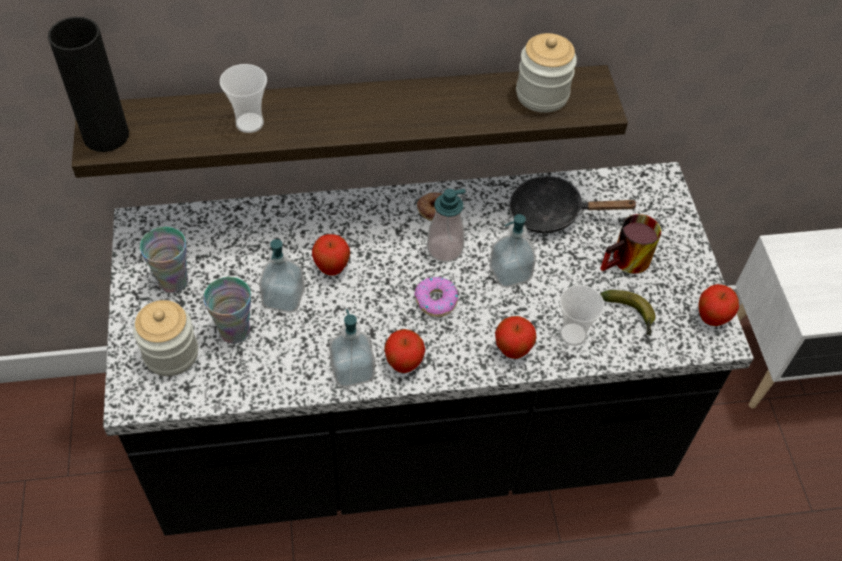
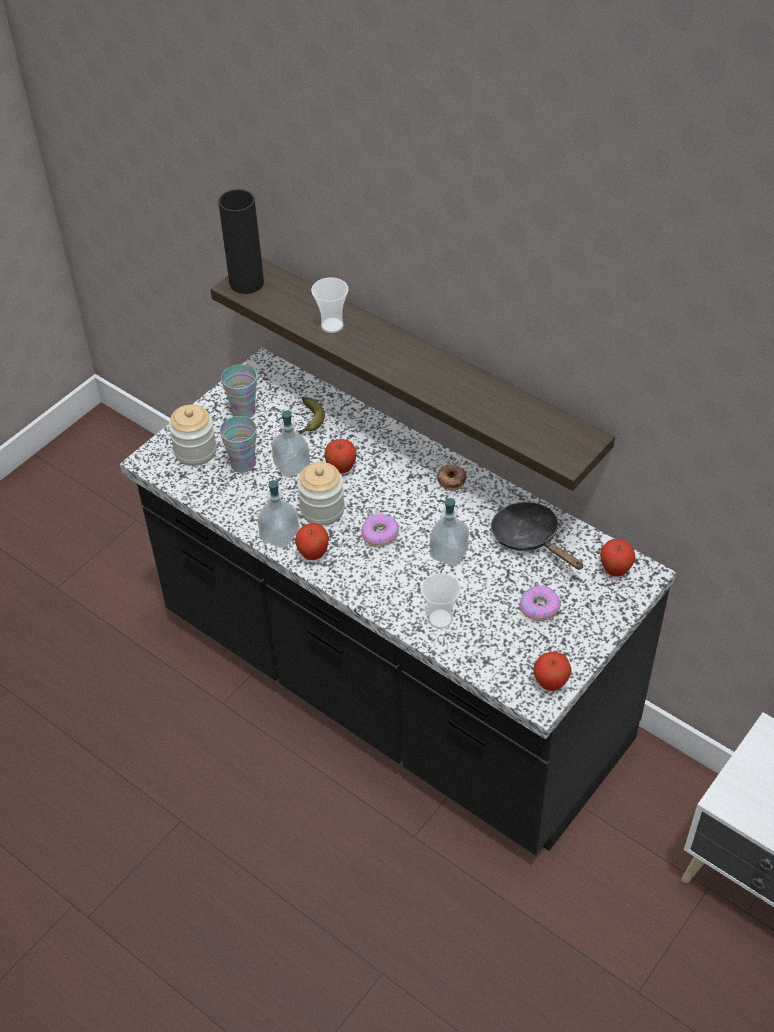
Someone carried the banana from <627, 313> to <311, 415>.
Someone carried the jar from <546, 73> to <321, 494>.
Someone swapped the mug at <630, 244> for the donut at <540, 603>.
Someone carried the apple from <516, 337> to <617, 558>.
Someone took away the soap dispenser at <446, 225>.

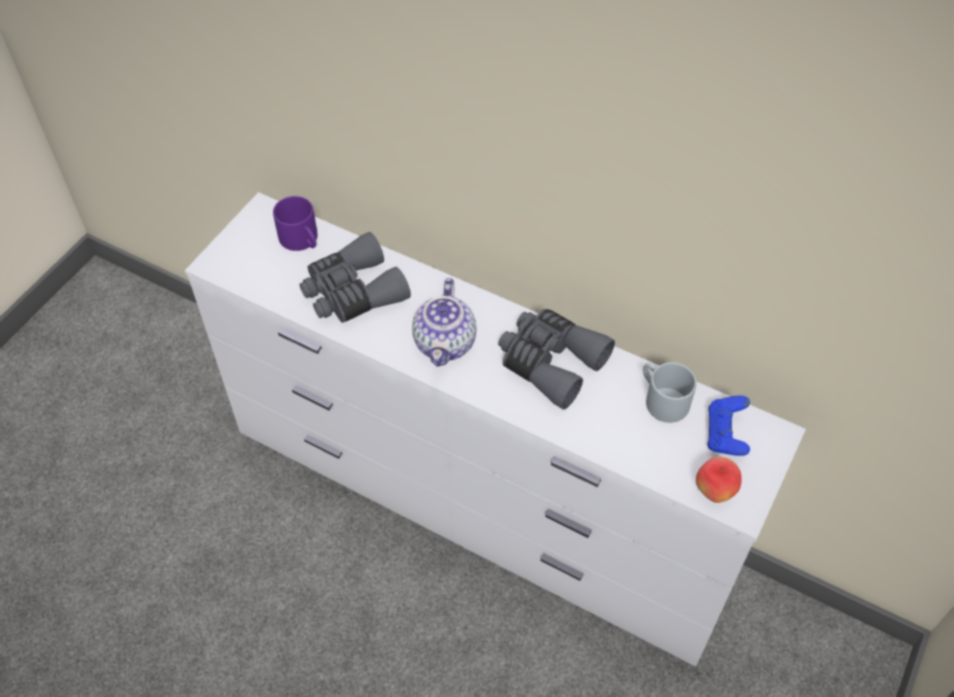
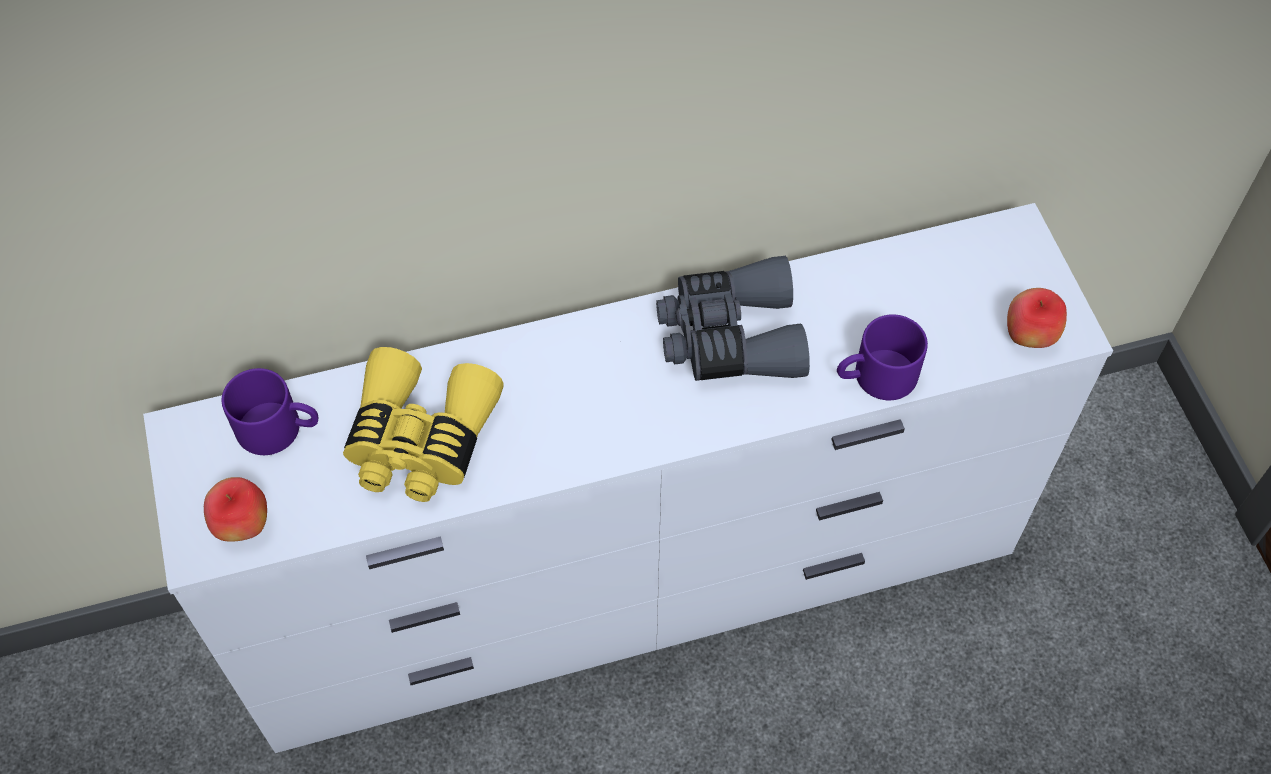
Someone put down the apple at <235, 509>.
Someone repainted the grey binoculars at <355, 277>, which became the yellow binoculars at <423, 424>.
Someone put down the purple mug at <882, 357>.
Someone took away the teapot at <444, 322>.
Someone took away the grey mug at <669, 392>.
Someone took away the blue game controller at <729, 426>.

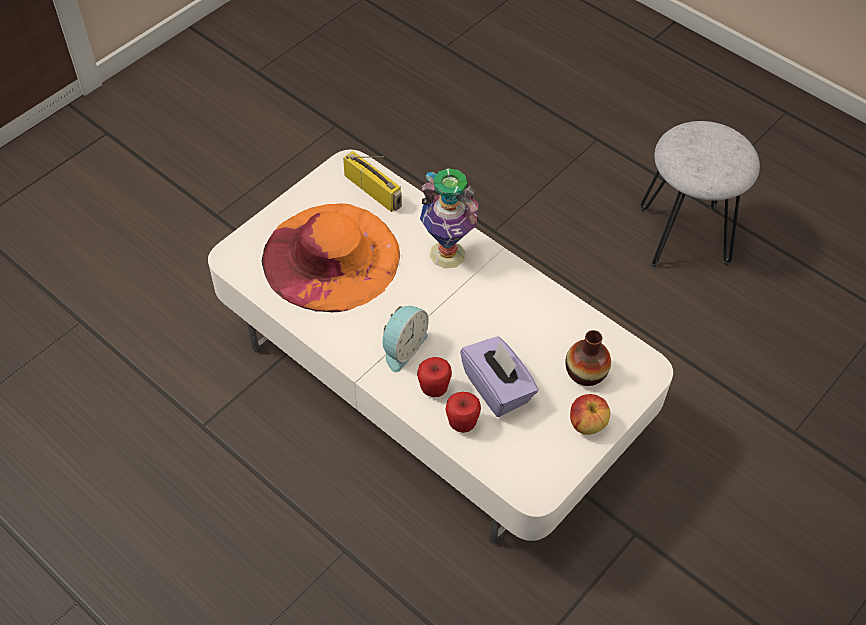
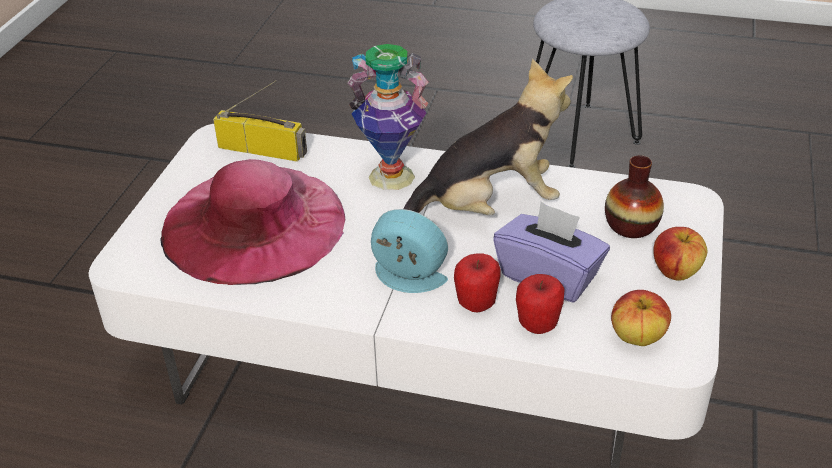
Someone repainted the orange hat at <331, 258>, which became the pink hat at <252, 222>.
Someone rotated the alarm clock at <405, 339> by 75 degrees counterclockwise.
Someone put down the plush toy at <488, 137>.
Someone put down the apple at <641, 318>.

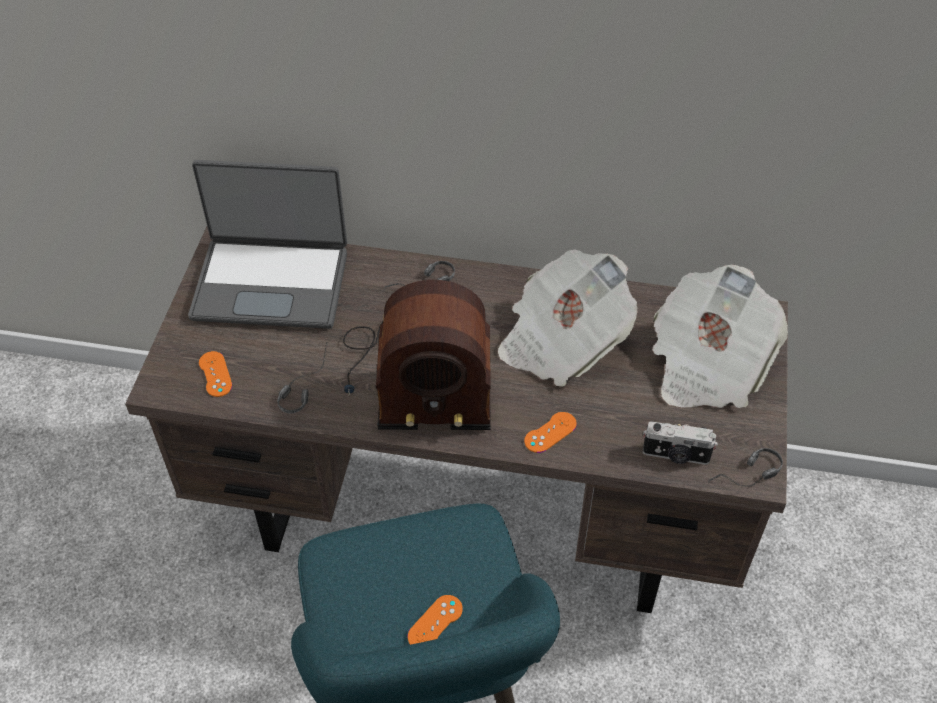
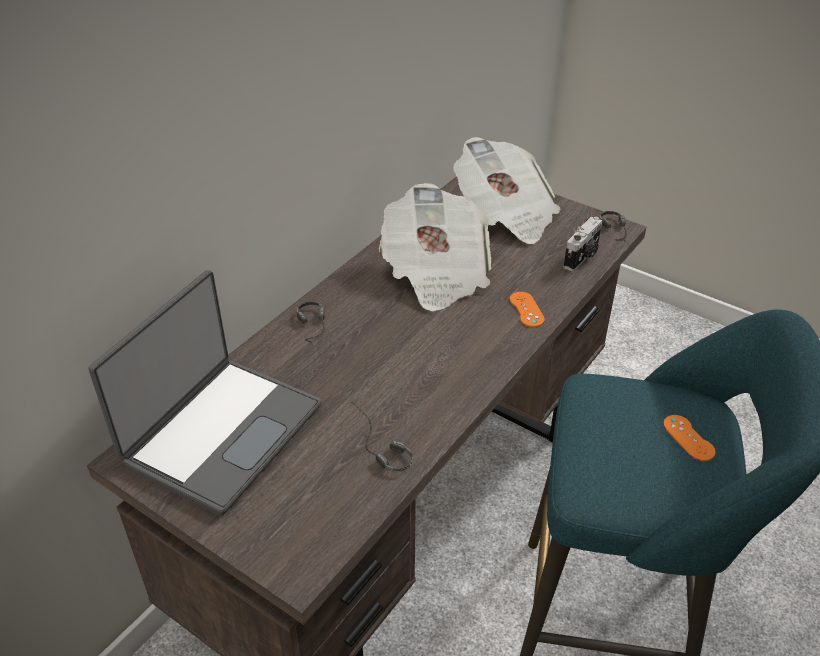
Someone took away the orange game controller at <215, 374>.
Someone took away the radio at <417, 355>.

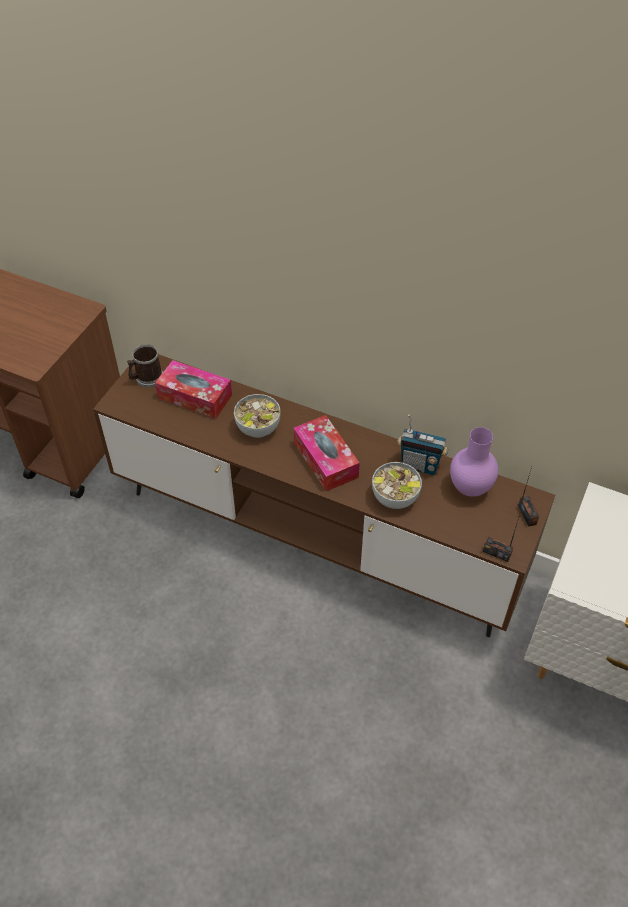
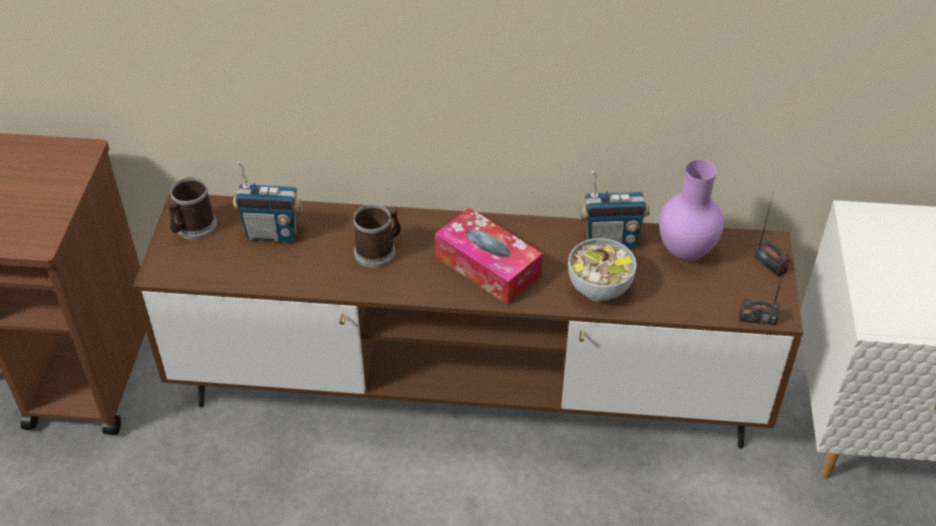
Someone swapped the tissue box at <193, 389> for the radio at <268, 202>.
Someone swapped the bowl at <257, 416> for the mug at <377, 236>.

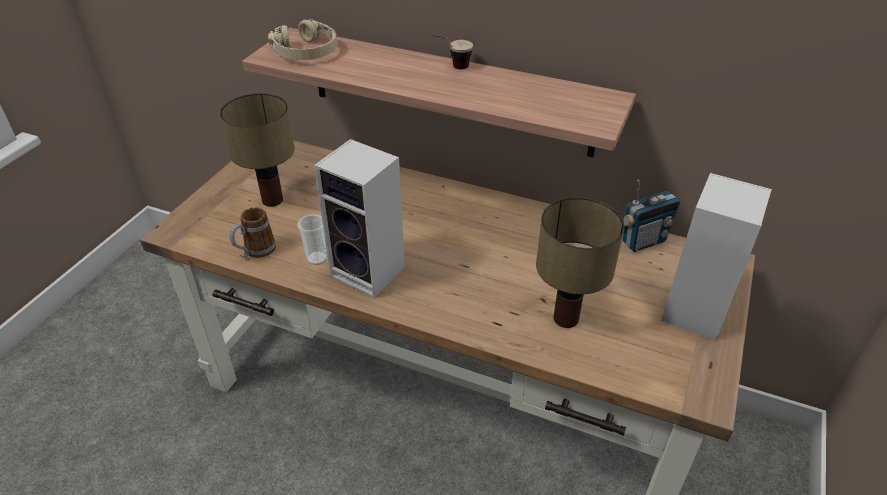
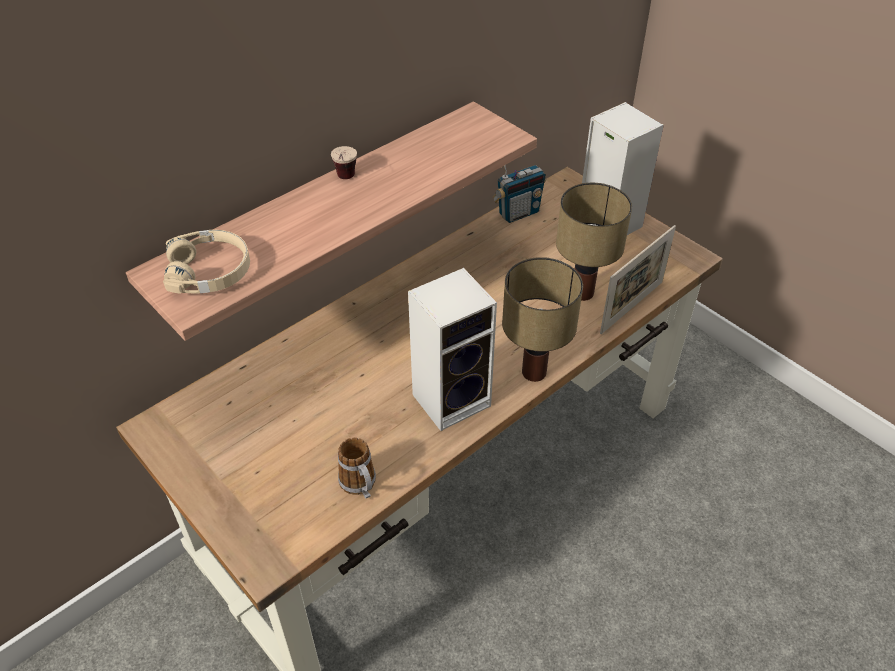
Someone rotated the radio at <651, 215> by 60 degrees clockwise.
Someone carried the table lamp from <257, 150> to <542, 319>.
Someone put down the picture frame at <638, 279>.
Someone took away the cup at <312, 239>.

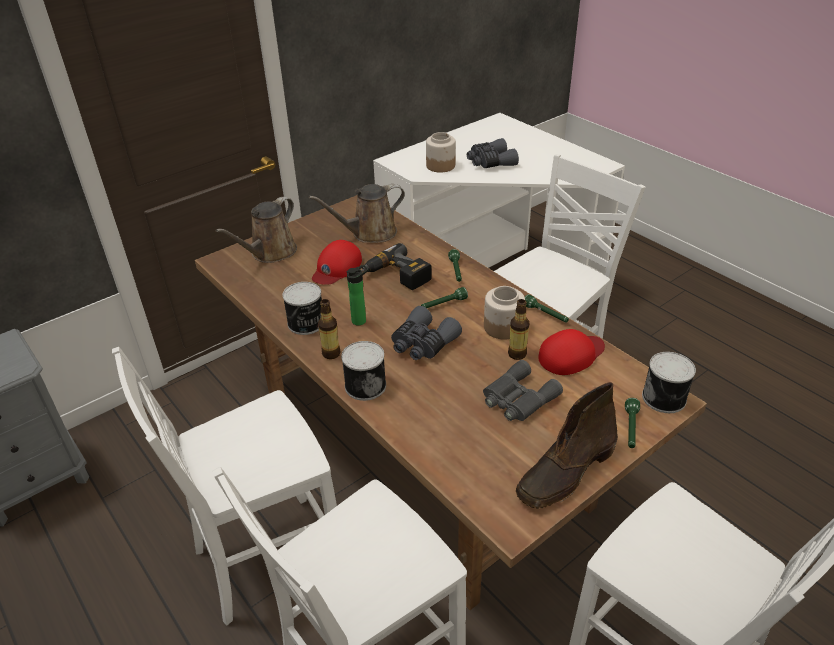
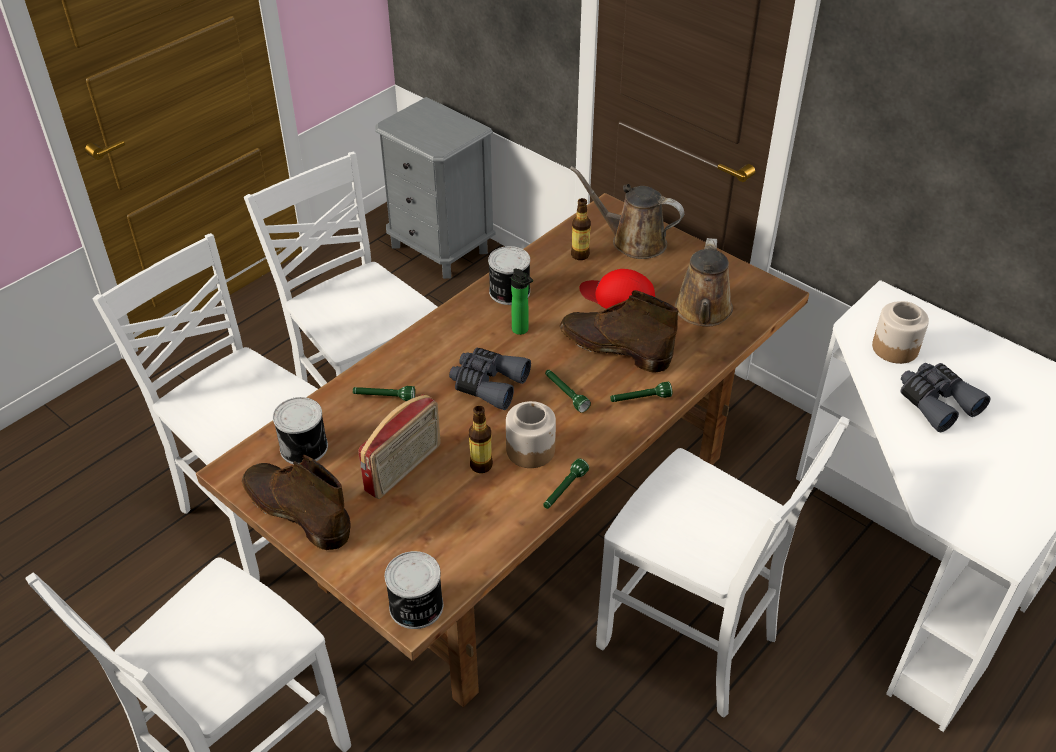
Someone carried the can from <363, 371> to <300, 430>.
Someone carried the green flashlight from <632, 423> to <384, 393>.
Someone swapped the grey binoculars at <523, 390> for the radio at <399, 446>.
Someone swapped the power drill at <396, 266> for the brown boot at <619, 331>.
Someone carried the bottle from <329, 329> to <581, 229>.
Someone rotated the brown watering can at <357, 213> by 135 degrees counterclockwise.
Someone took away the red cap at <571, 352>.

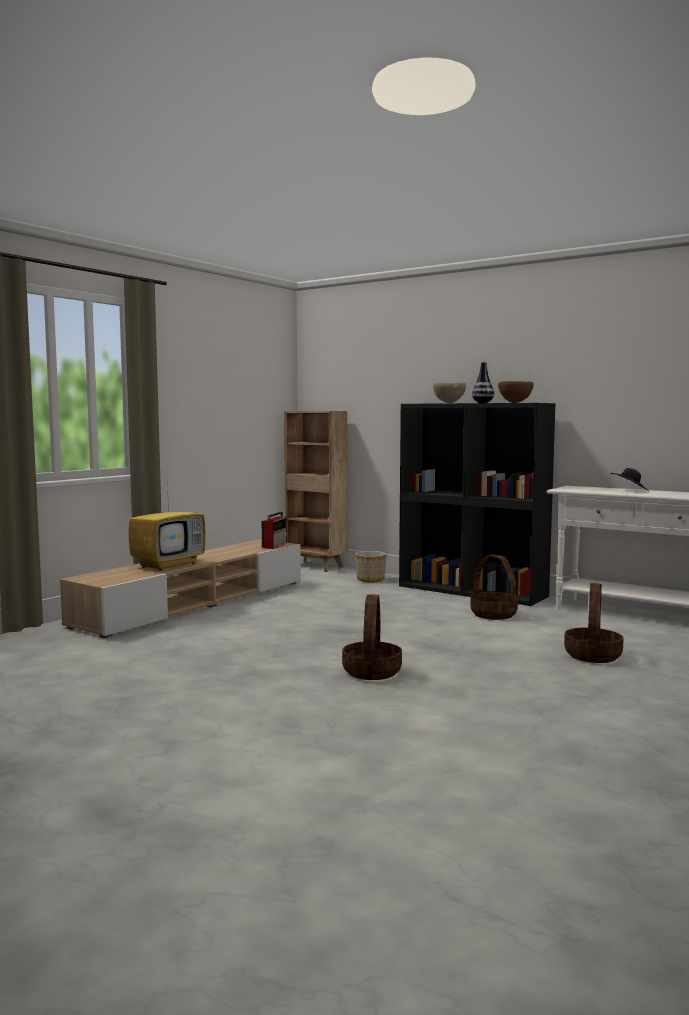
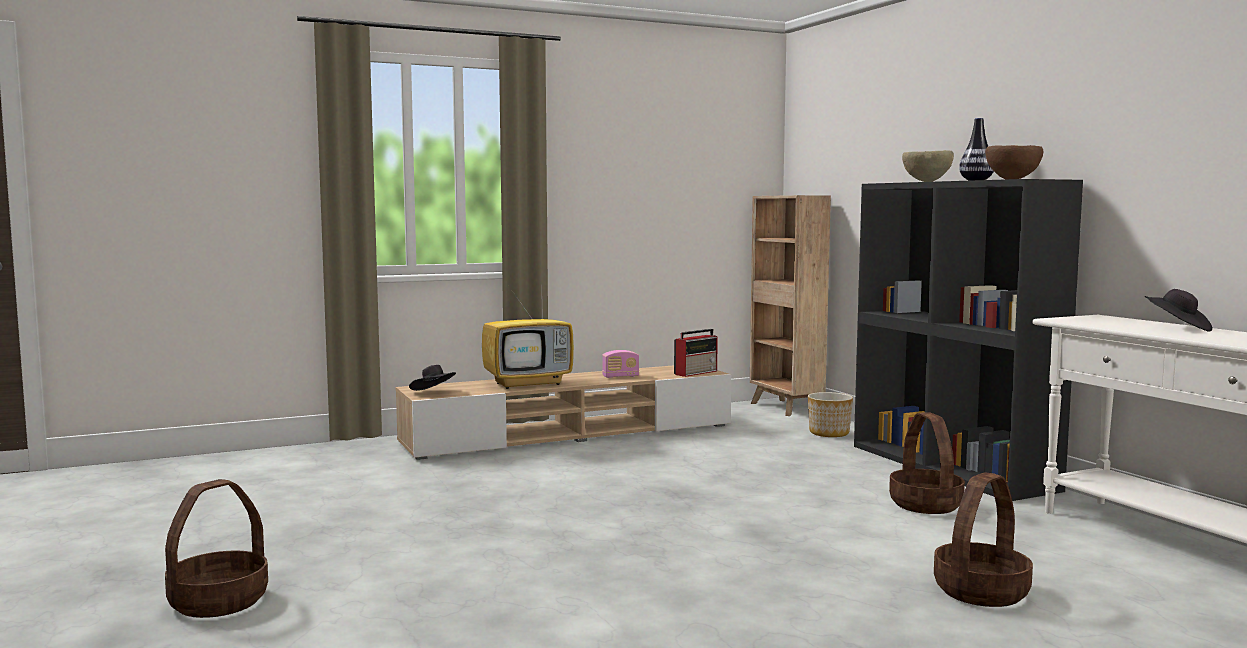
Someone carried the basket from <372, 637> to <216, 548>.
Someone put down the black hat at <432, 378>.
Someone put down the radio at <620, 364>.

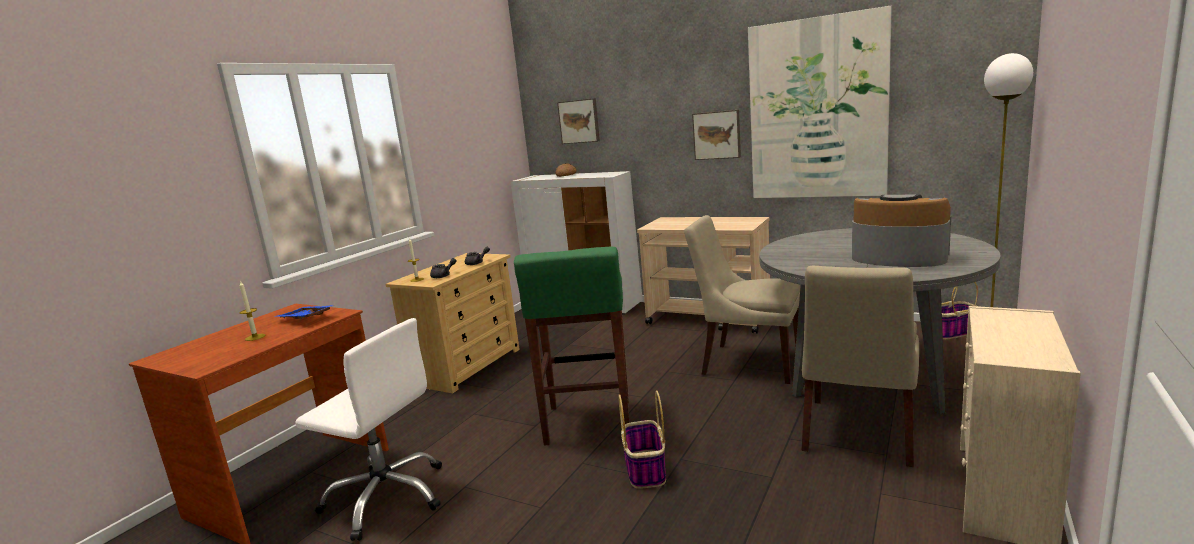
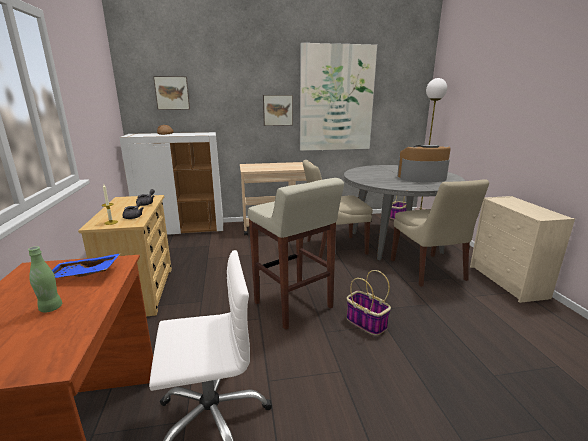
Someone swapped the candle at <252, 310> for the green bottle at <45, 279>.
Someone repainted the green stool at <571, 346>, which became the beige stool at <296, 254>.

